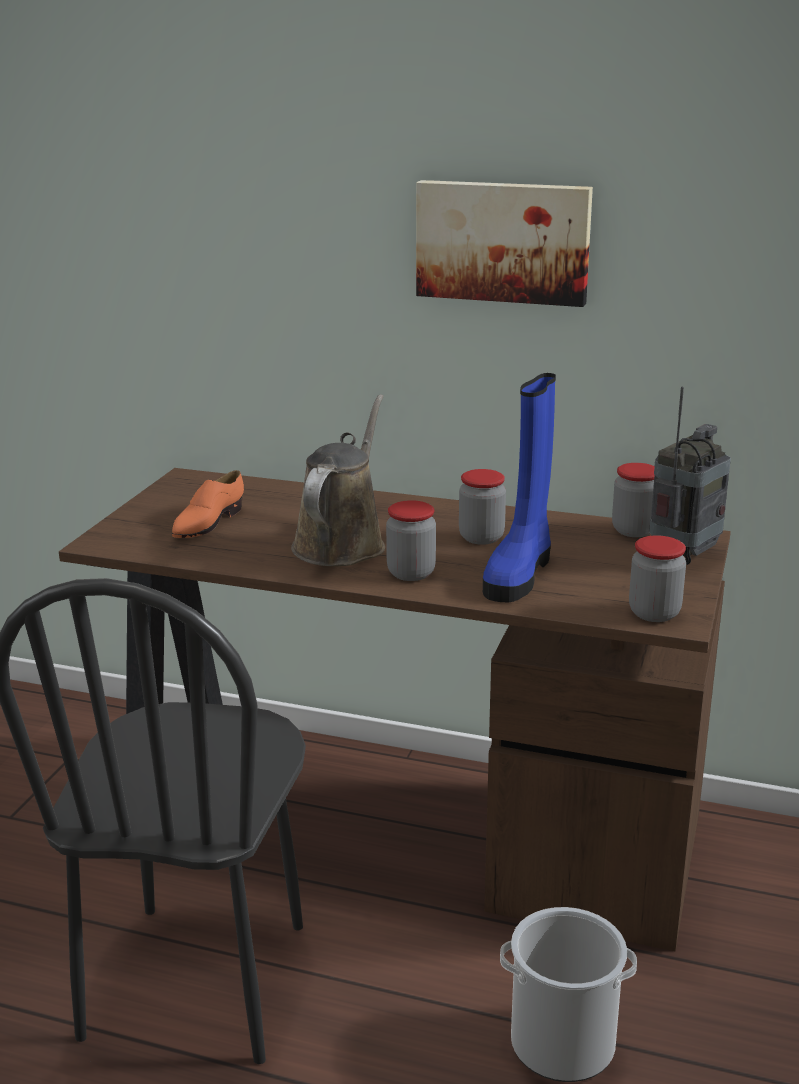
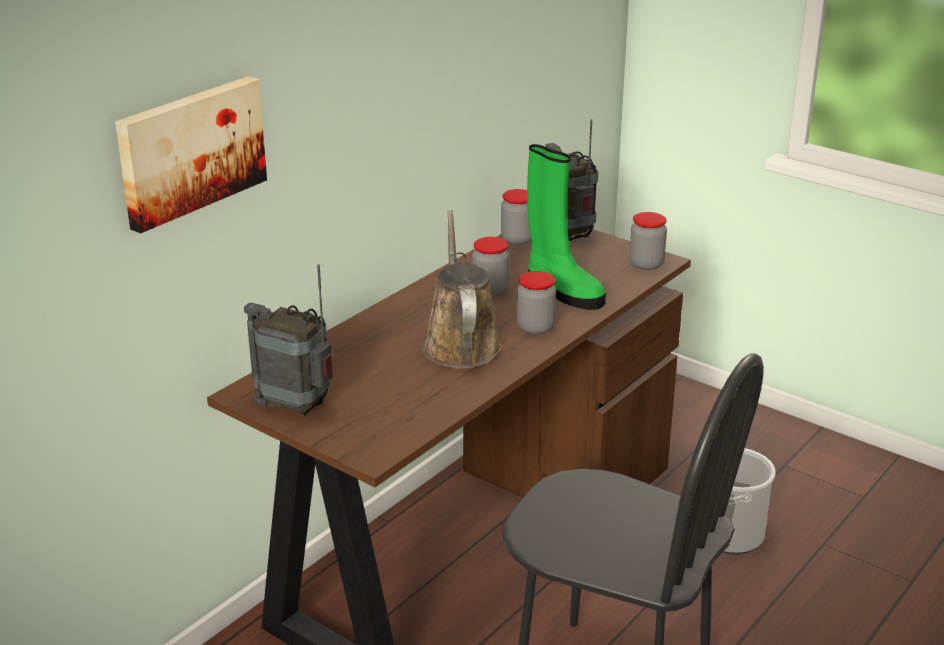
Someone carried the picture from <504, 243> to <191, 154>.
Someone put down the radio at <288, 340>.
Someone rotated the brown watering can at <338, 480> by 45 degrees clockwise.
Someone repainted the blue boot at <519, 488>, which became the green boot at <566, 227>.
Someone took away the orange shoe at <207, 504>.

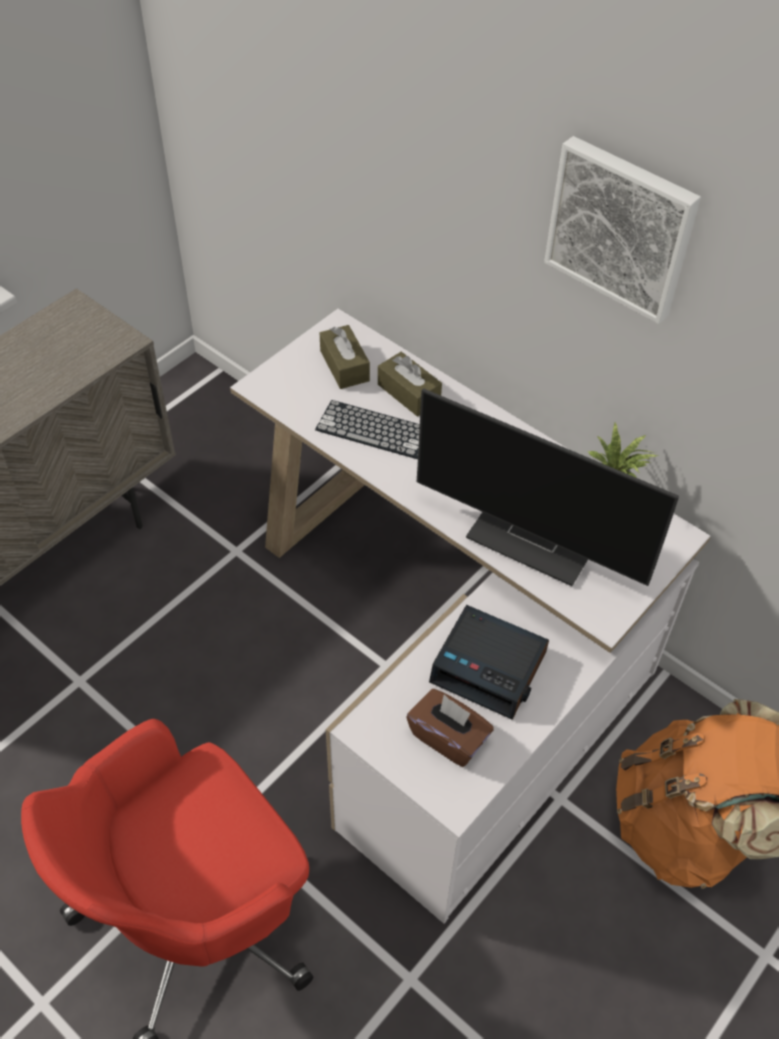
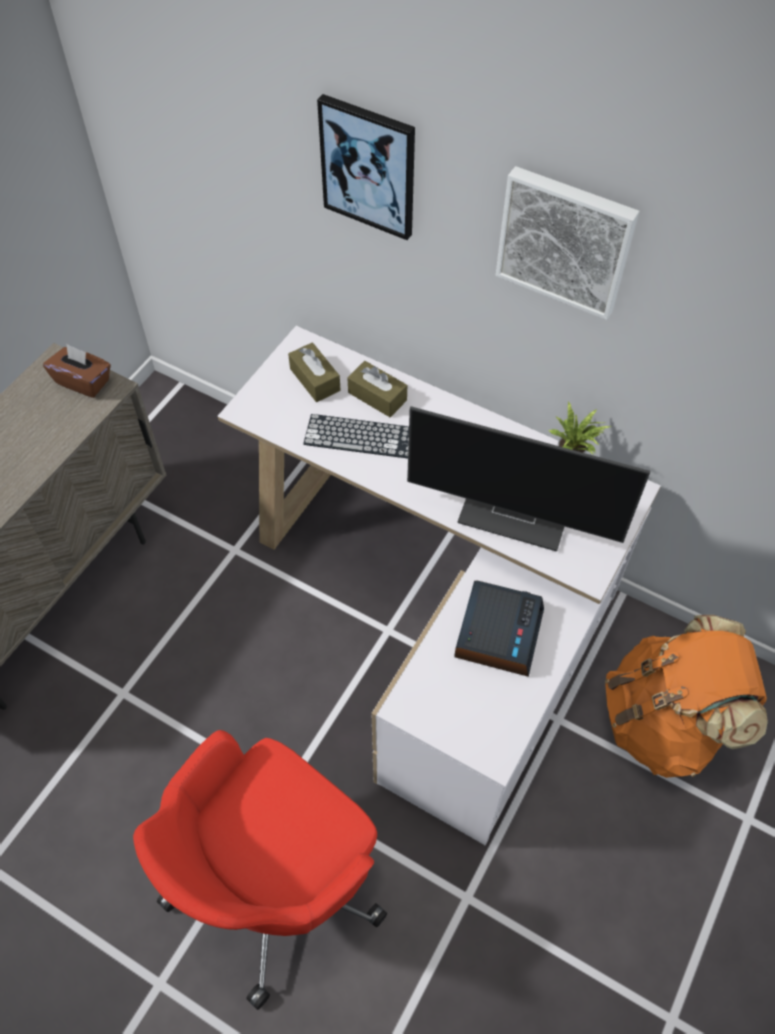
Someone carried the brown tissue box from <450, 728> to <77, 370>.
Someone put up the picture at <366, 167>.
Someone rotated the alarm clock at <489, 662> by 90 degrees counterclockwise.

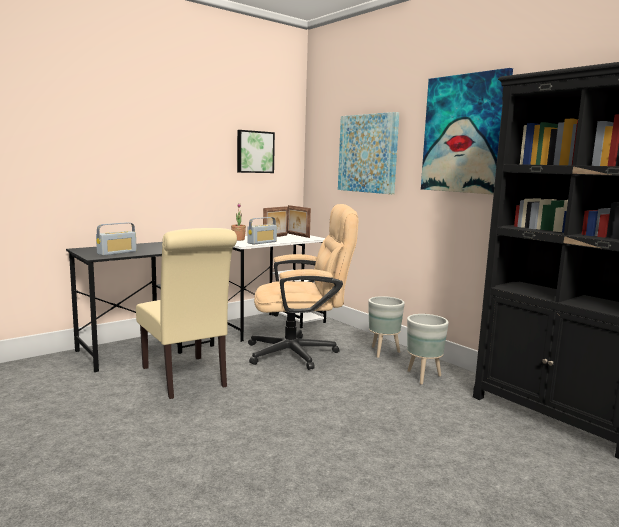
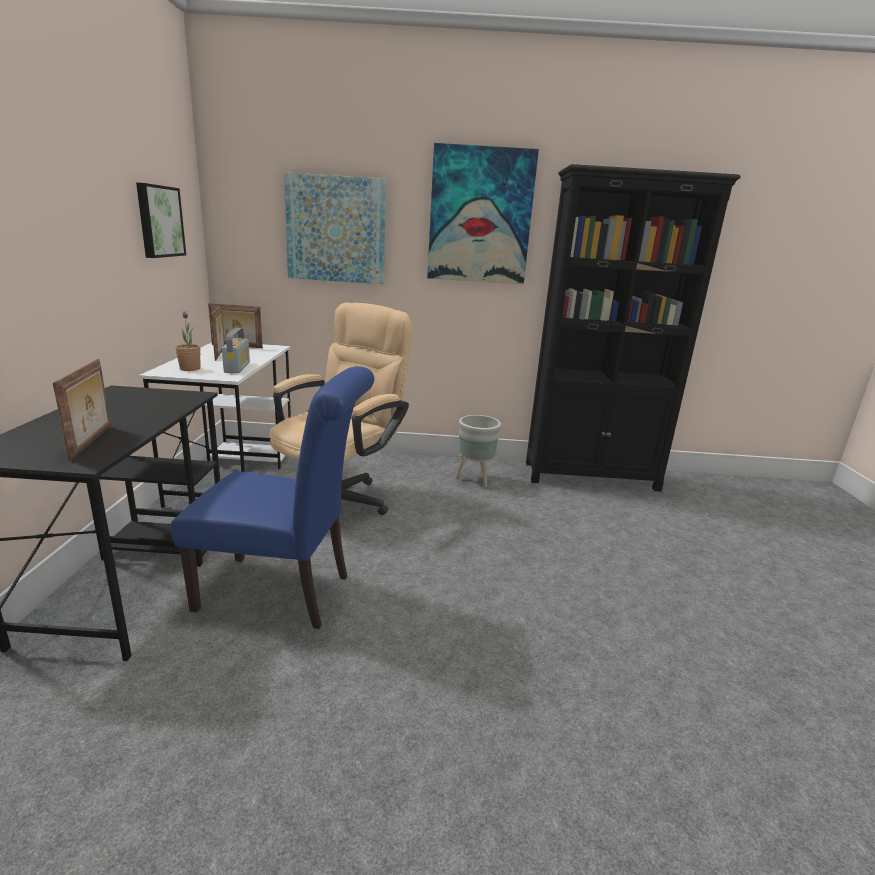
Someone swapped the radio at <116, 239> for the picture frame at <82, 410>.
Someone repainted the beige chair at <186, 313>, which became the blue chair at <272, 497>.
Someone took away the grey planter at <386, 327>.

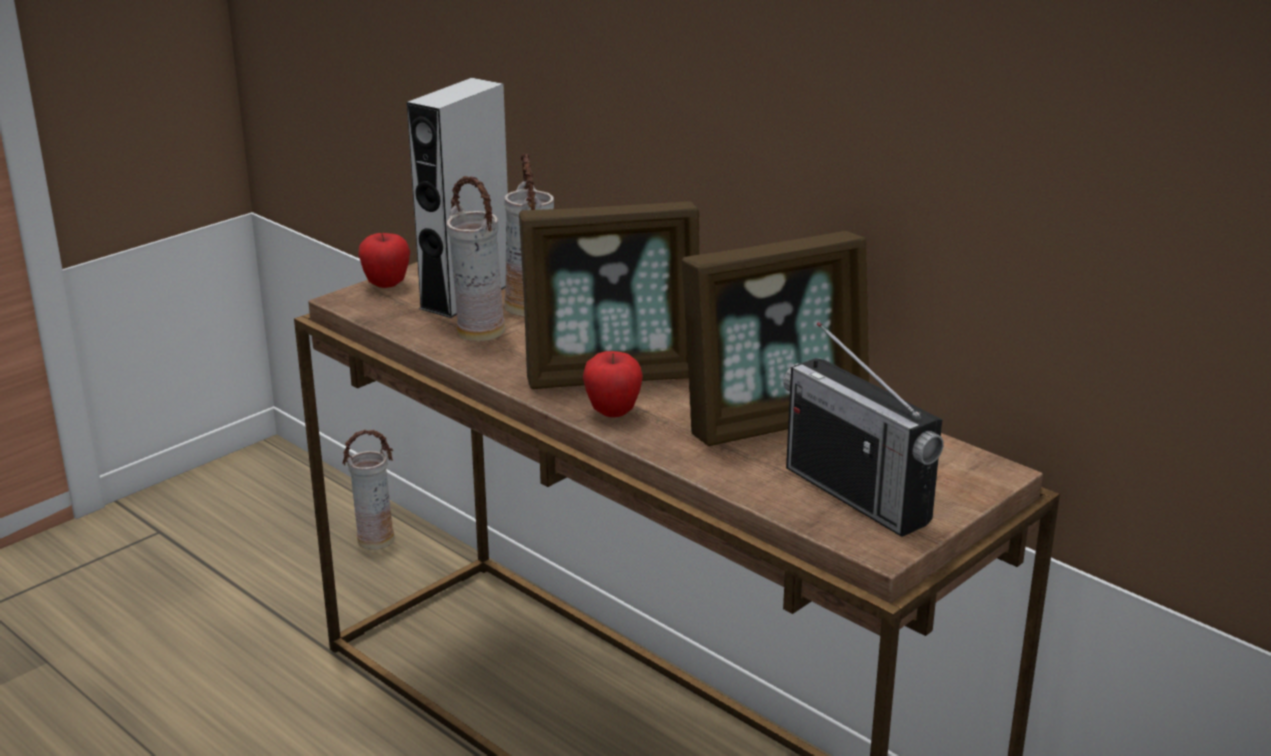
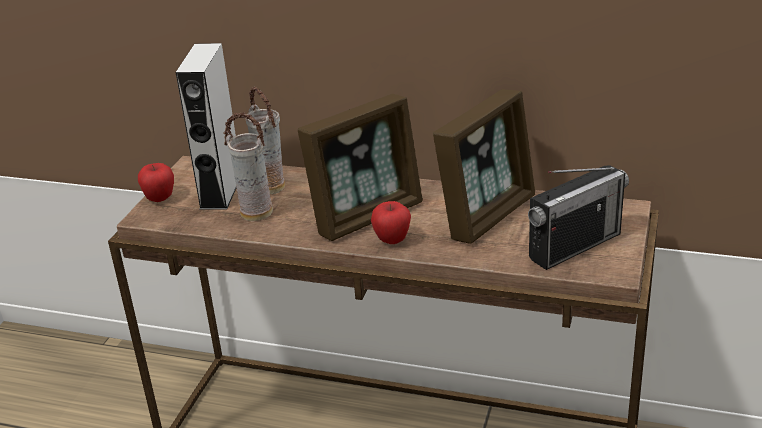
Someone rotated the radio at <863, 429> by 60 degrees counterclockwise.
Someone took away the vase at <368, 489>.

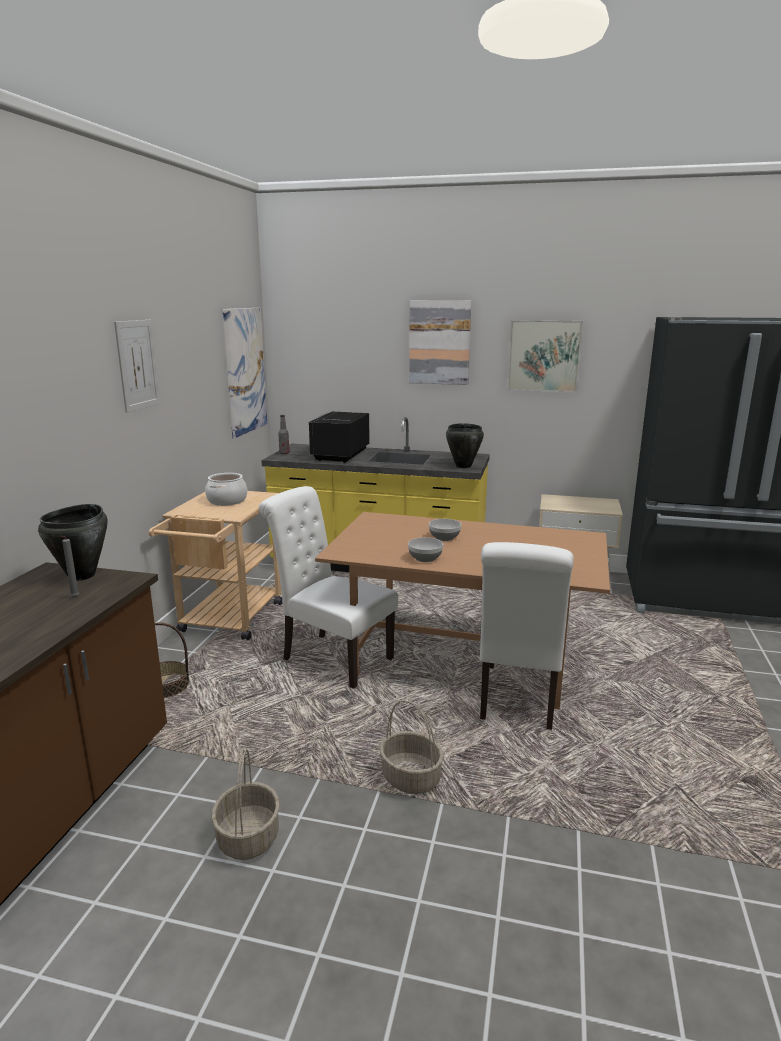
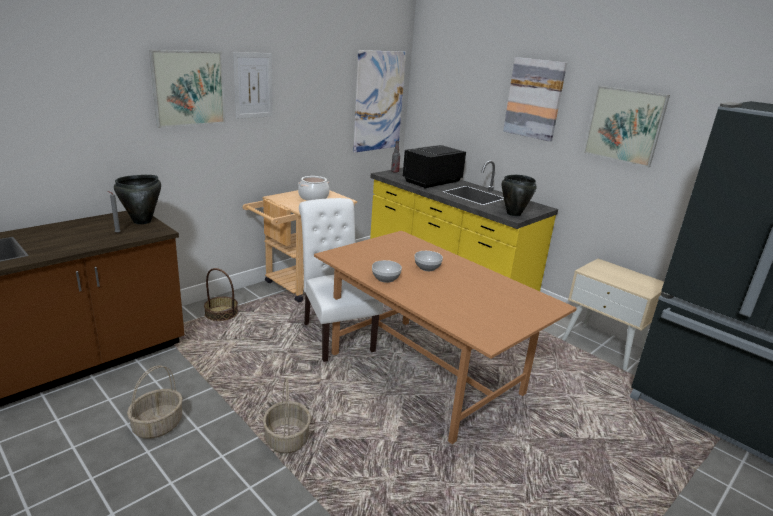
Someone put up the picture at <187, 89>.
Someone took away the white chair at <527, 636>.

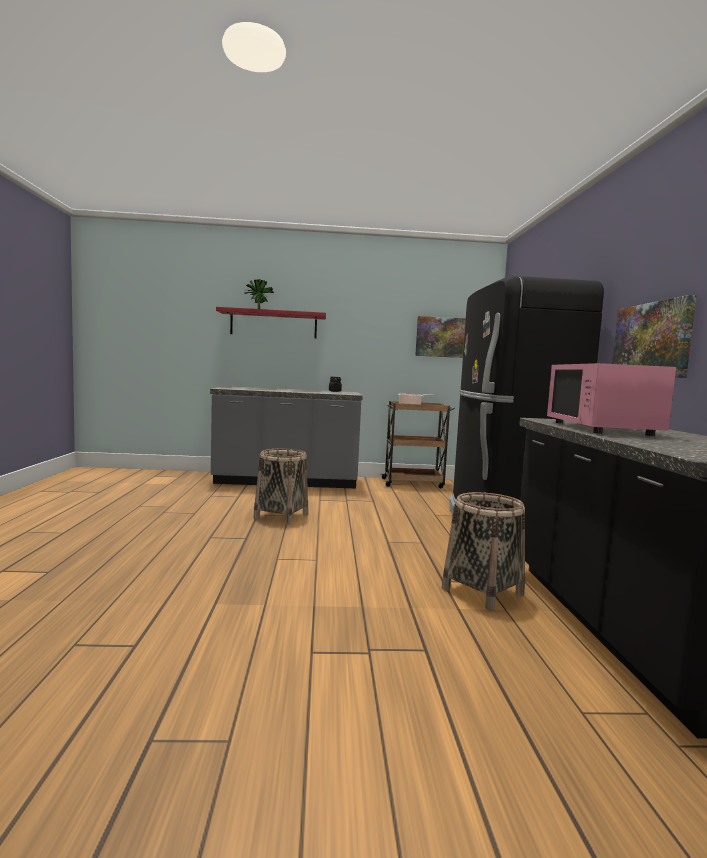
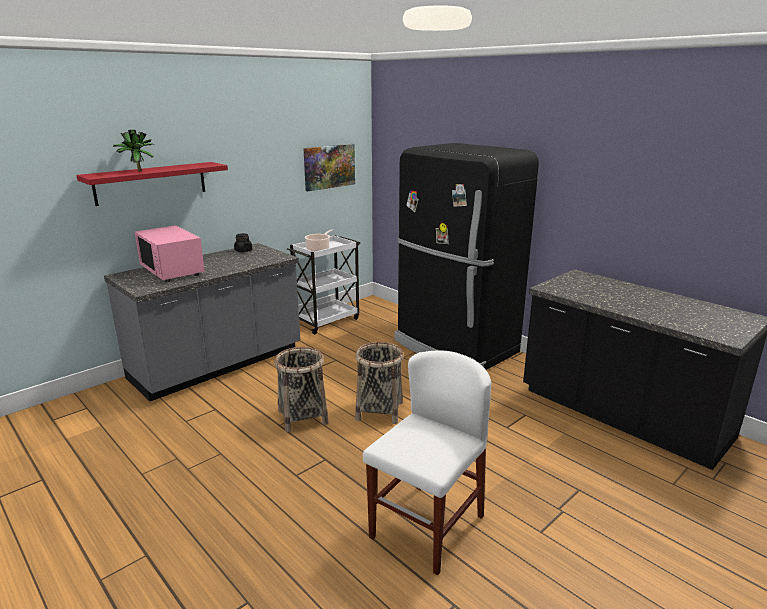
Someone carried the pink microwave from <611, 399> to <170, 253>.
Someone repainted the brown cart at <418, 444>, which became the white cart at <323, 284>.
Someone carried the basket from <483, 551> to <379, 383>.
Someone put down the white chair at <427, 462>.
Someone took away the picture at <654, 336>.

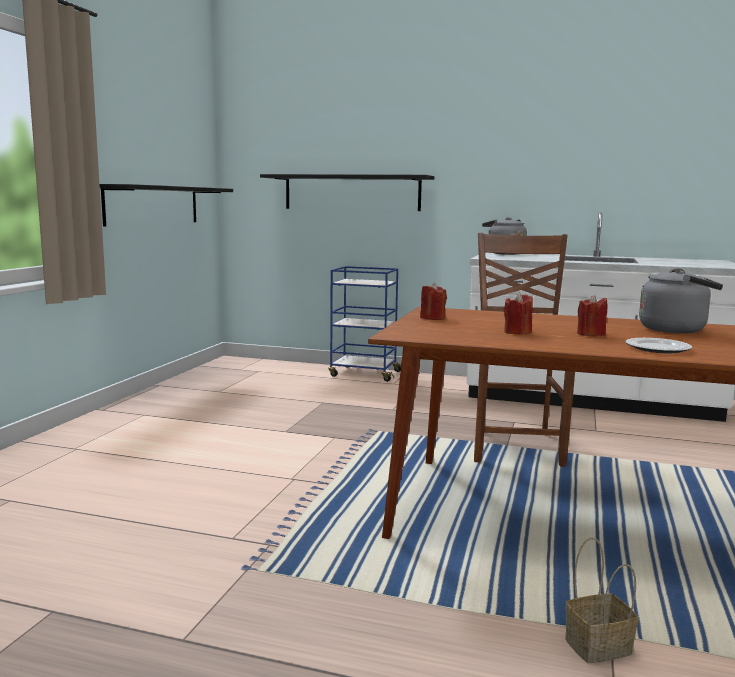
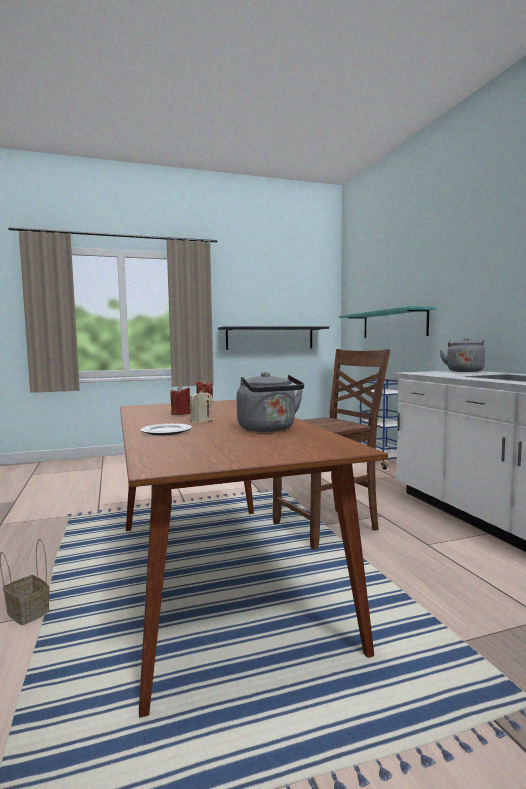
Someone repainted the red candle at <592, 315>, which became the beige candle at <201, 406>.
Someone repainted the black shelf at <347, 192>, which became the turquoise shelf at <387, 322>.

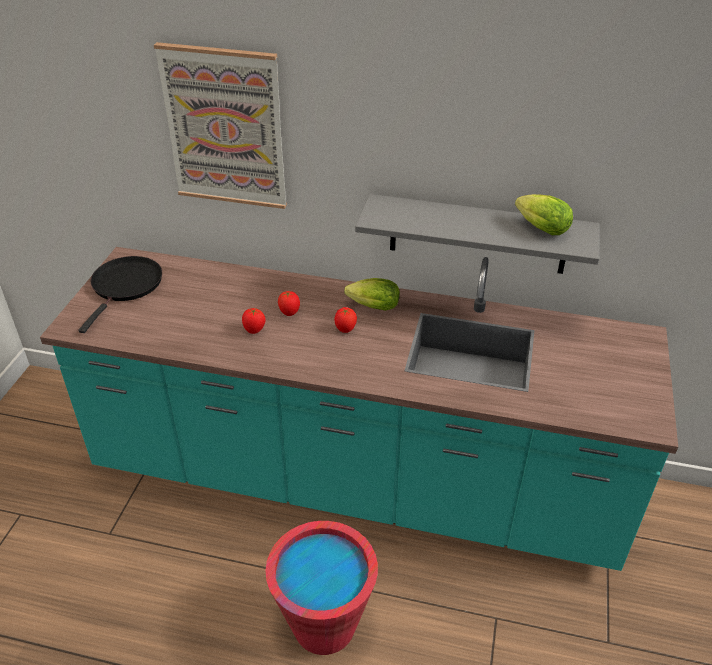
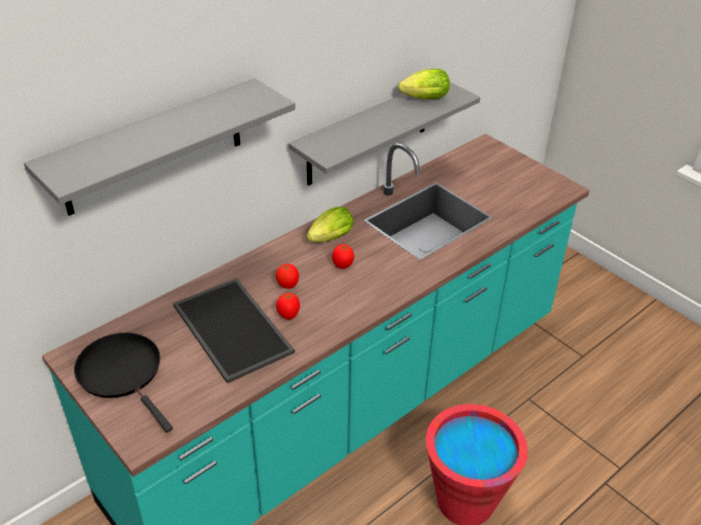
Someone swapped the picture at <220, 125> for the grey shelf at <159, 147>.
Someone put down the tray at <234, 331>.

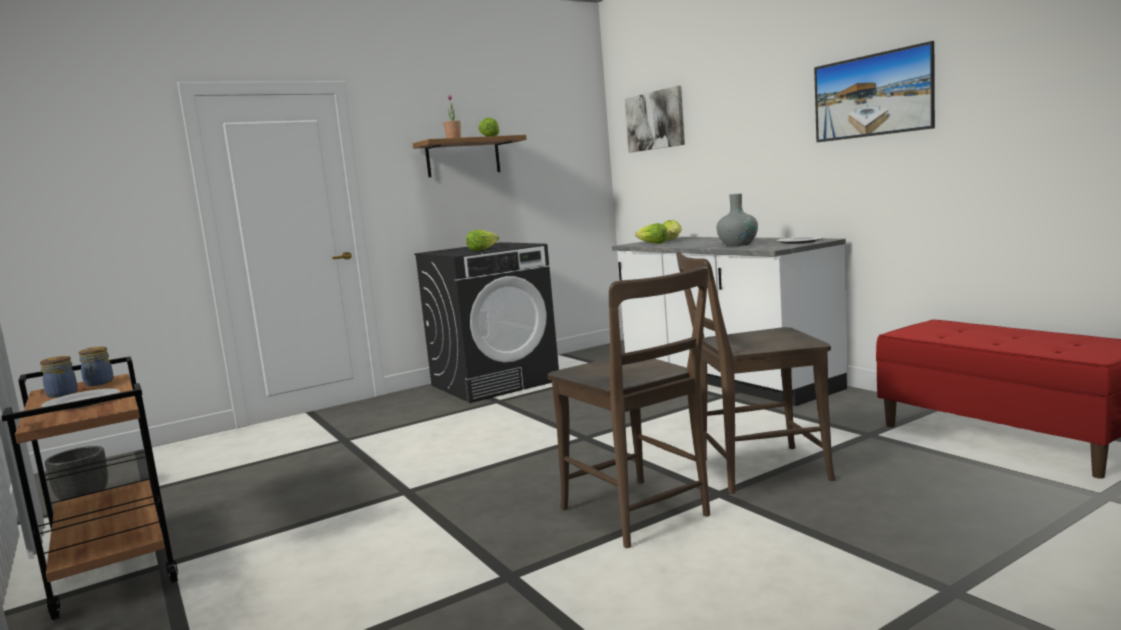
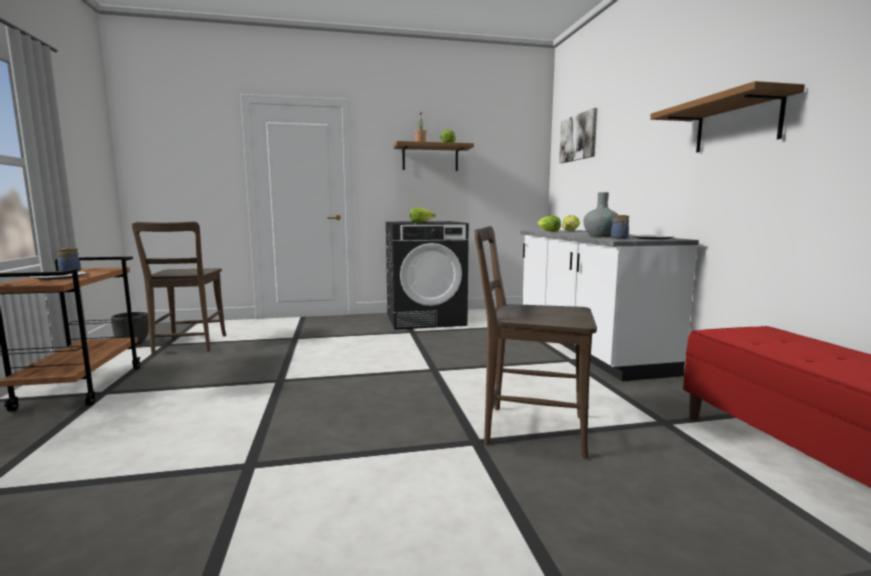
Someone carried the brown chair from <629, 407> to <179, 288>.
Someone carried the jar from <96, 366> to <620, 227>.
Someone swapped the picture at <874, 91> for the shelf at <727, 116>.

